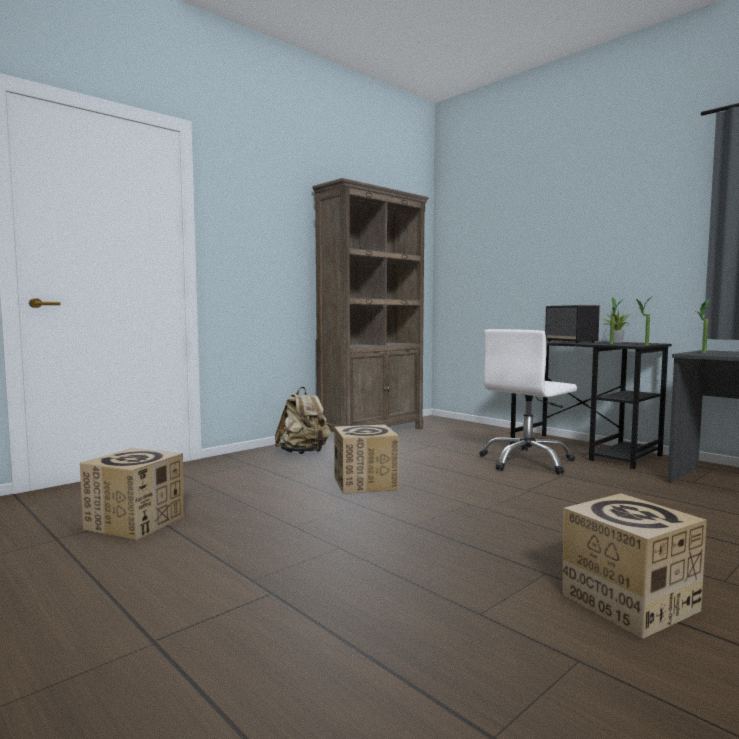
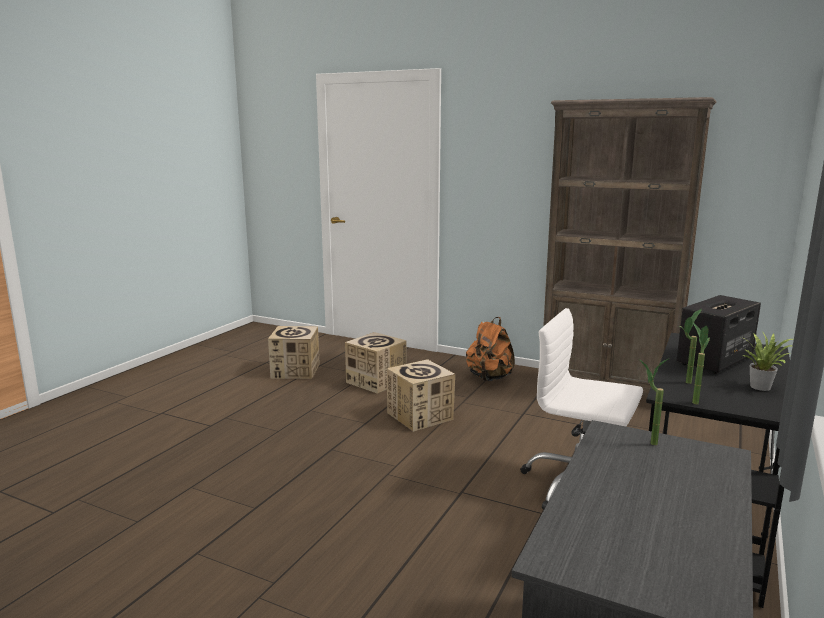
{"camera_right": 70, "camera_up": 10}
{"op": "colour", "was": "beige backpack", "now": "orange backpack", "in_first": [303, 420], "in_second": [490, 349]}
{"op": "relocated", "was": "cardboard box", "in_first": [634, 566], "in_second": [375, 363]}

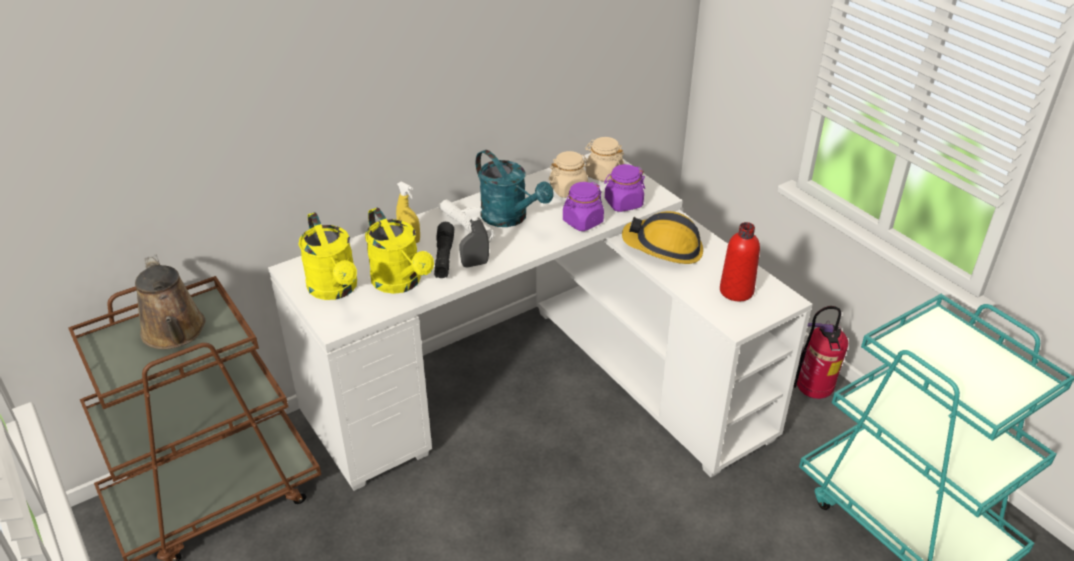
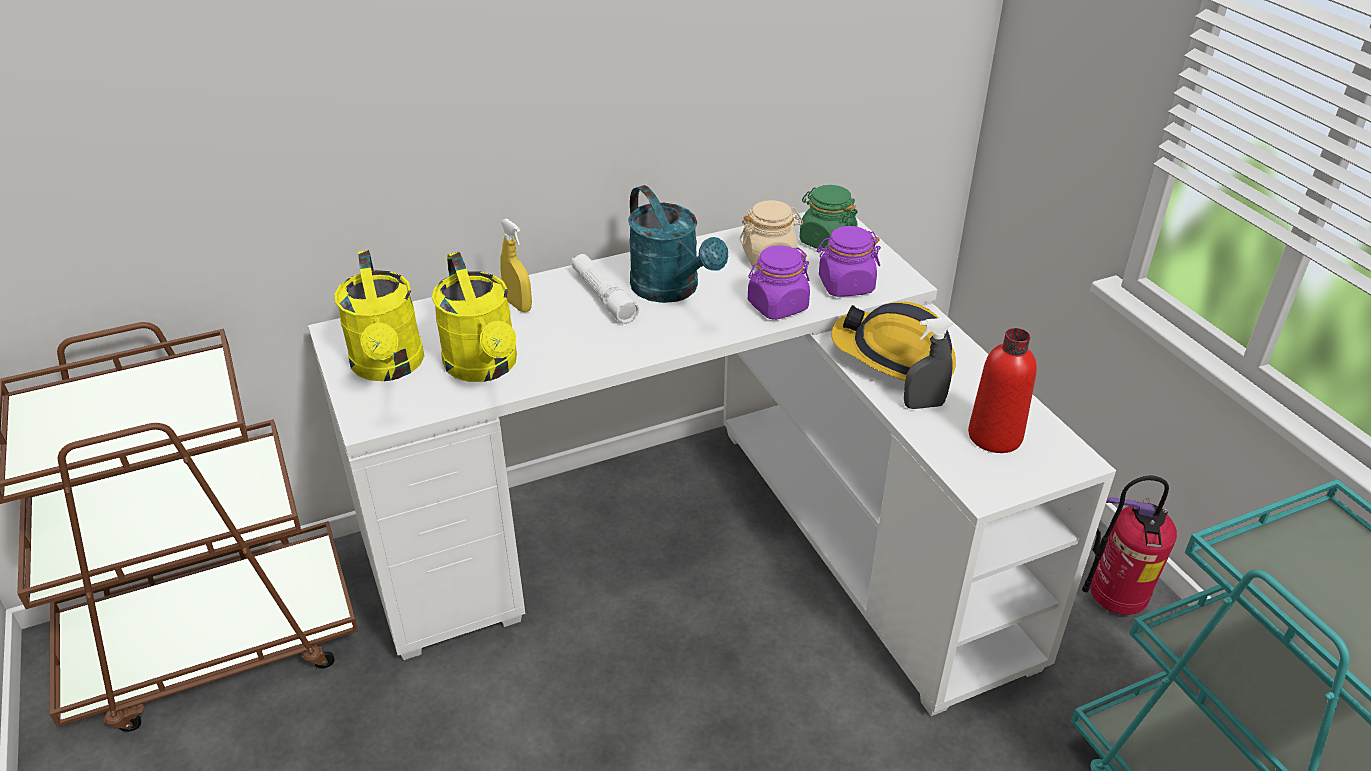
{"camera_right": 10, "camera_up": 0}
{"op": "missing", "was": "brown watering can", "in_first": [170, 302]}
{"op": "missing", "was": "black flashlight", "in_first": [444, 250]}
{"op": "relocated", "was": "grey spray bottle", "in_first": [474, 237], "in_second": [928, 363]}
{"op": "colour", "was": "beige jar", "now": "green jar", "in_first": [604, 159], "in_second": [829, 218]}

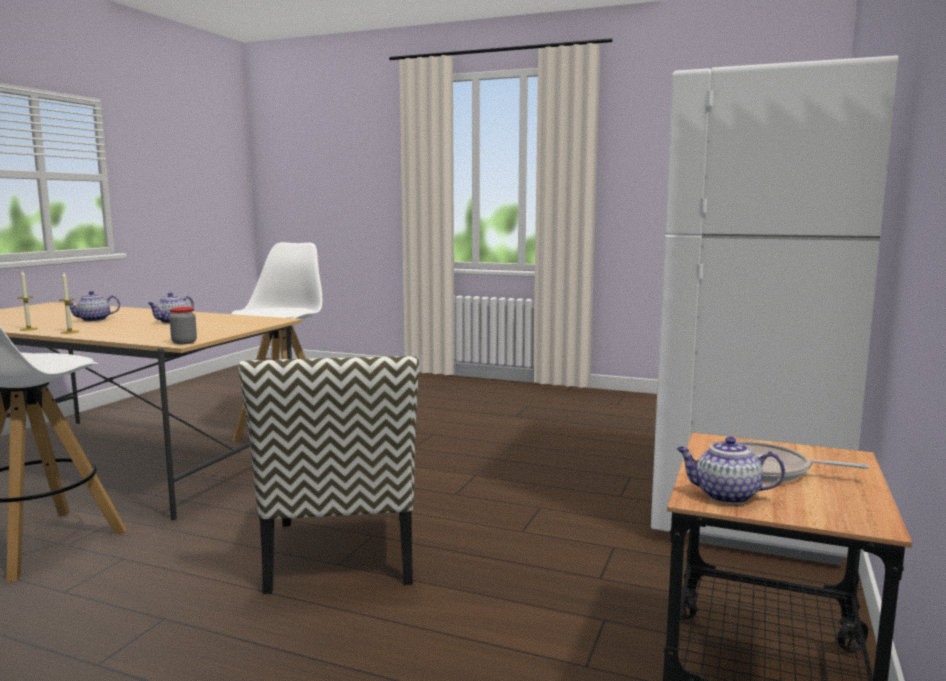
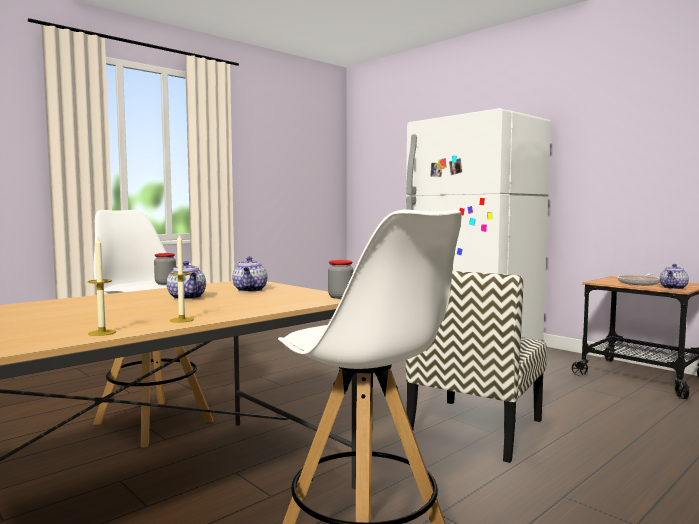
{"camera_right": -65, "camera_up": -5}
{"op": "relocated", "was": "teapot", "in_first": [94, 306], "in_second": [250, 274]}
{"op": "spun", "was": "chair", "in_first": [328, 475], "in_second": [476, 367], "clockwise": 105}
{"op": "appeared", "now": "jar", "in_second": [165, 269]}

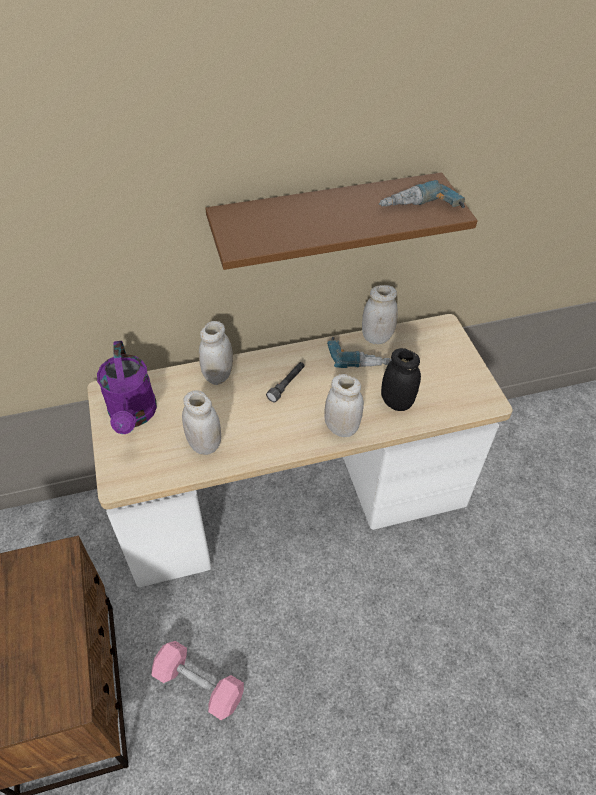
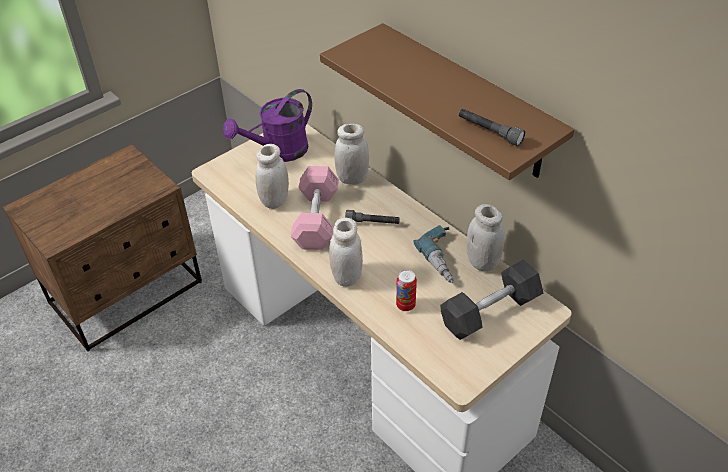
{"camera_right": 65, "camera_up": -5}
{"op": "relocated", "was": "pink dumbbell", "in_first": [197, 680], "in_second": [314, 208]}
{"op": "exchanged", "was": "power drill", "now": "grey flashlight", "in_first": [422, 194], "in_second": [492, 127]}
{"op": "exchanged", "was": "black jar", "now": "can", "in_first": [401, 379], "in_second": [406, 290]}
{"op": "appeared", "now": "grey dumbbell", "in_second": [491, 299]}

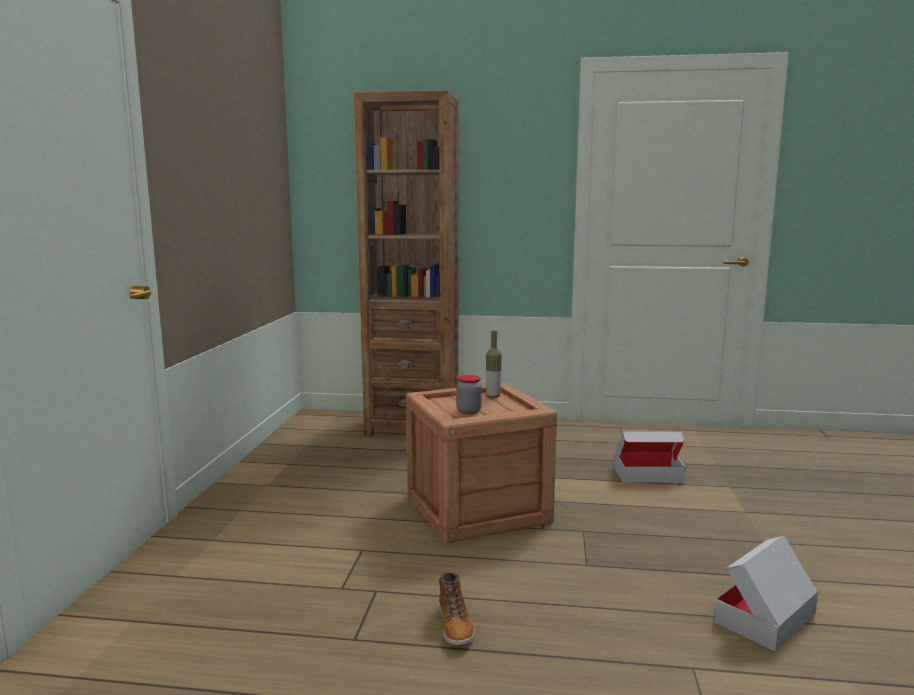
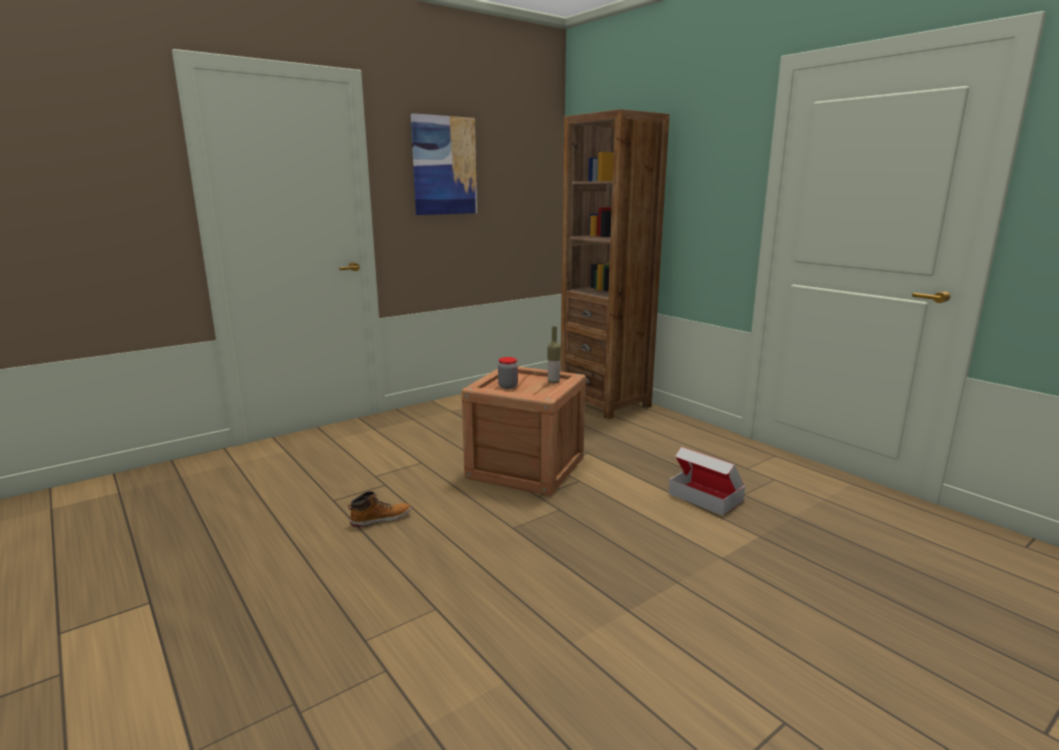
{"camera_right": 45, "camera_up": 5}
{"op": "spun", "was": "boot", "in_first": [457, 608], "in_second": [379, 509], "clockwise": -150}
{"op": "missing", "was": "cardboard box", "in_first": [766, 594]}
{"op": "appeared", "now": "picture", "in_second": [444, 164]}

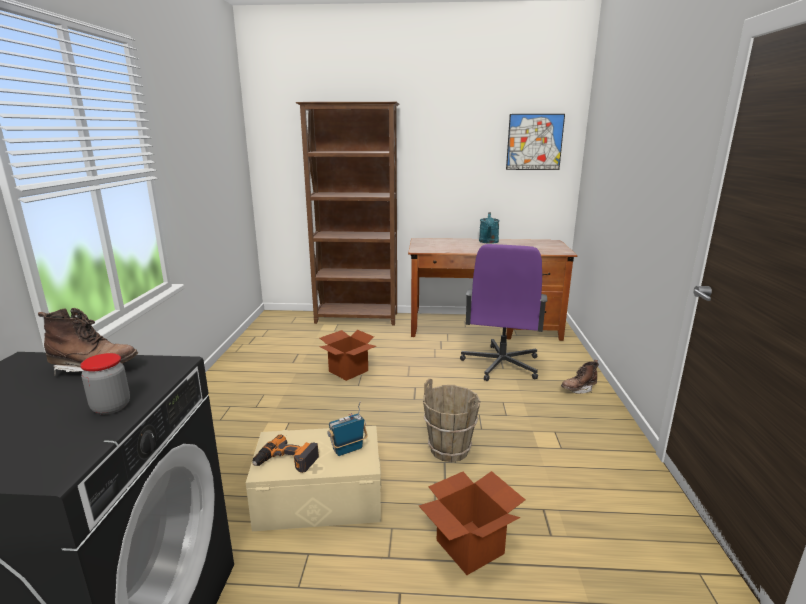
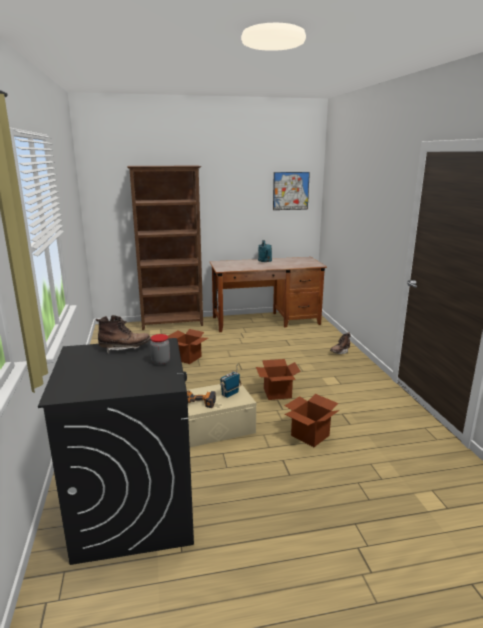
{"camera_right": -15, "camera_up": 0}
{"op": "exchanged", "was": "brown bucket", "now": "cardboard box", "in_first": [452, 420], "in_second": [278, 379]}
{"op": "missing", "was": "purple office chair", "in_first": [503, 312]}

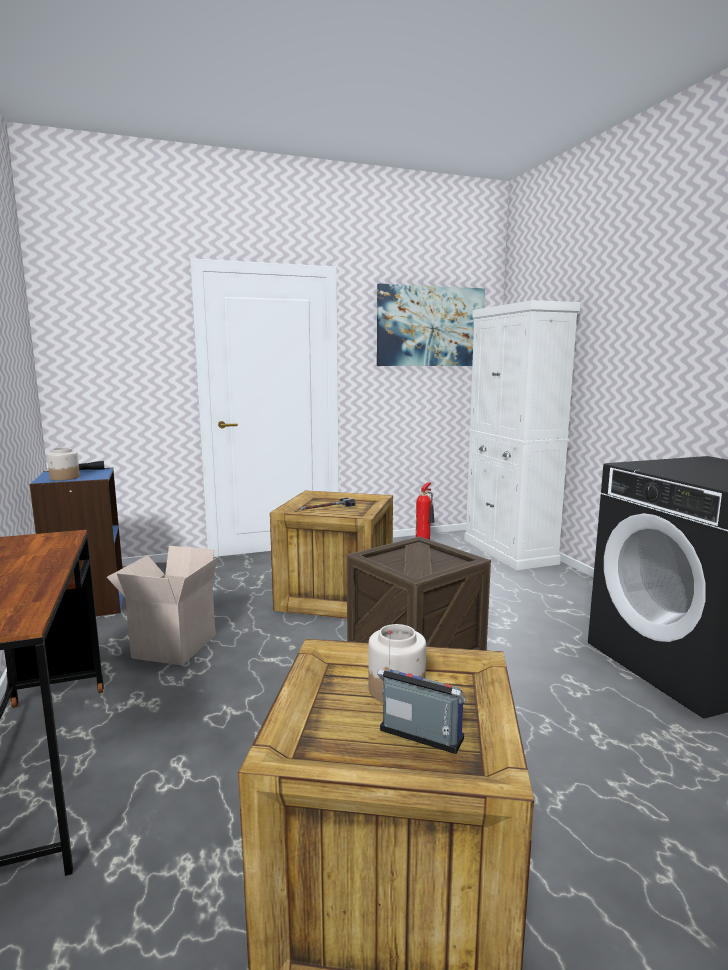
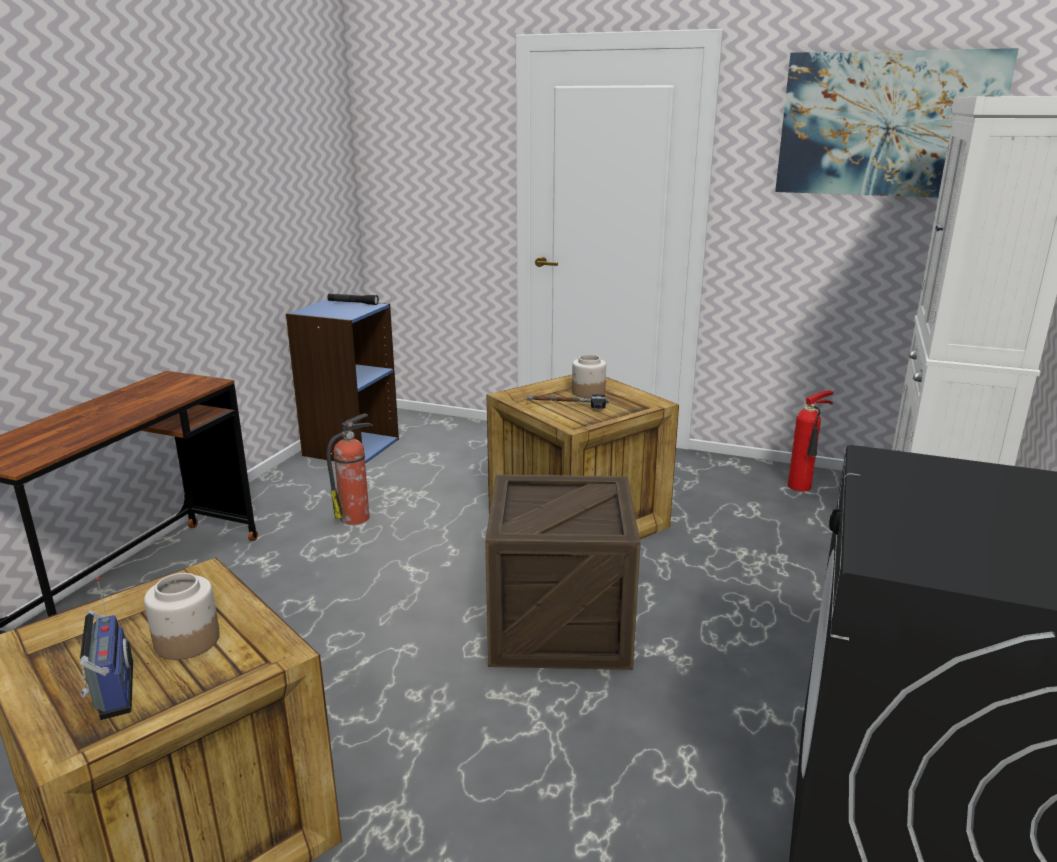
{"camera_right": 40, "camera_up": 10}
{"op": "relocated", "was": "jar", "in_first": [63, 464], "in_second": [589, 376]}
{"op": "exchanged", "was": "cardboard box", "now": "fire extinguisher", "in_first": [163, 606], "in_second": [350, 469]}

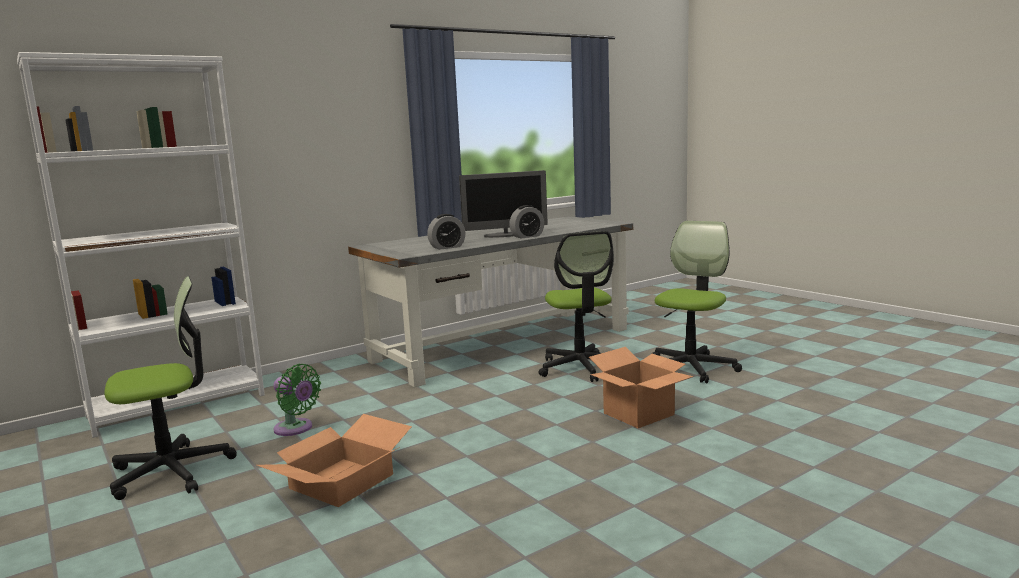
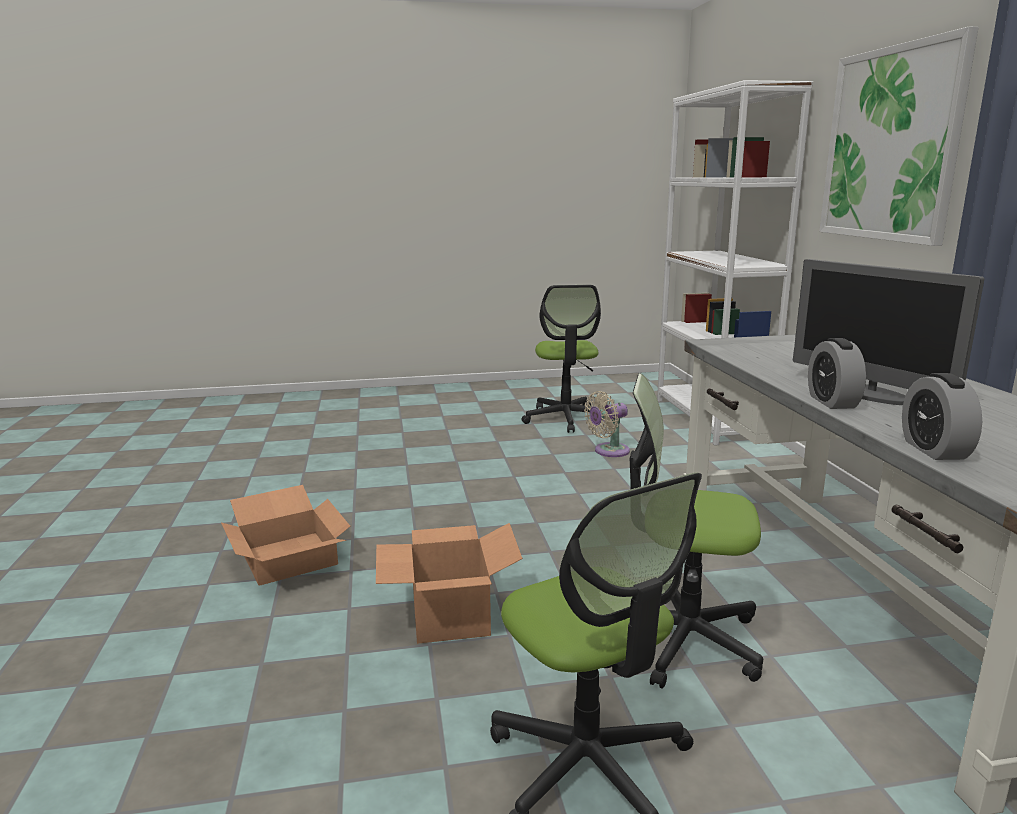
{"camera_right": 115, "camera_up": 5}
{"op": "relocated", "was": "cardboard box", "in_first": [334, 460], "in_second": [285, 535]}
{"op": "colour", "was": "green fan", "now": "beige fan", "in_first": [297, 400], "in_second": [607, 424]}
{"op": "relocated", "was": "alarm clock", "in_first": [446, 232], "in_second": [942, 416]}
{"op": "spun", "was": "monitor", "in_first": [503, 204], "in_second": [888, 332], "clockwise": -45}
{"op": "appeared", "now": "picture", "in_second": [899, 136]}

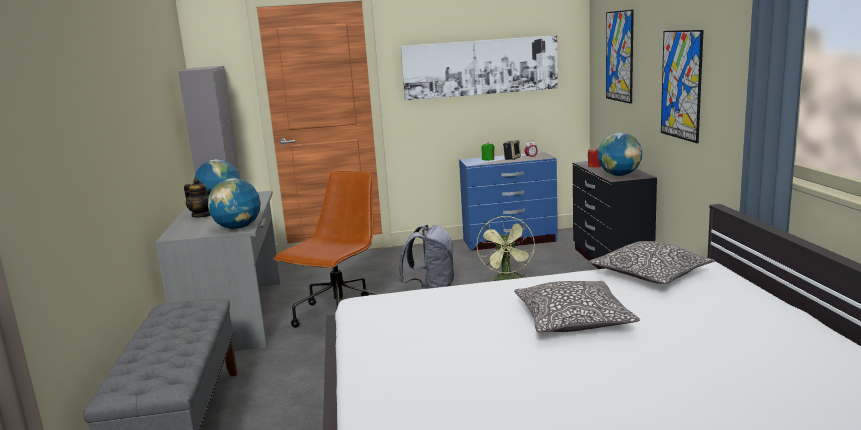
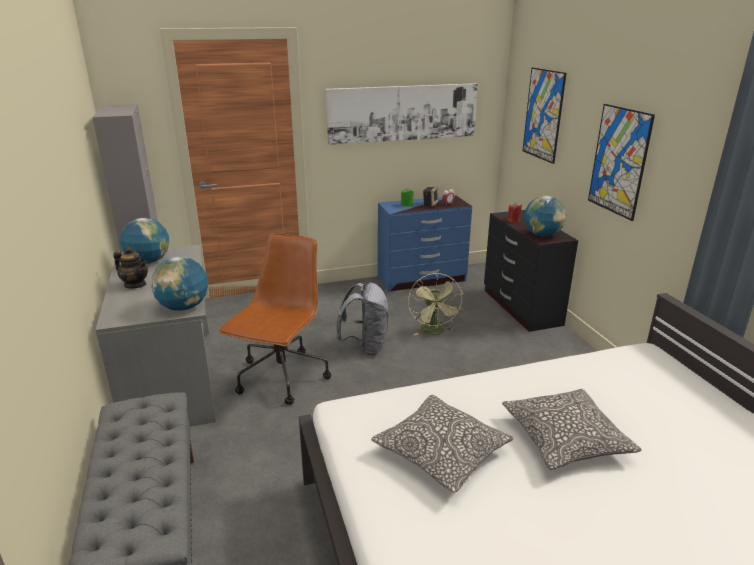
{"camera_right": -10, "camera_up": 10}
{"op": "relocated", "was": "pillow", "in_first": [652, 262], "in_second": [442, 444]}

